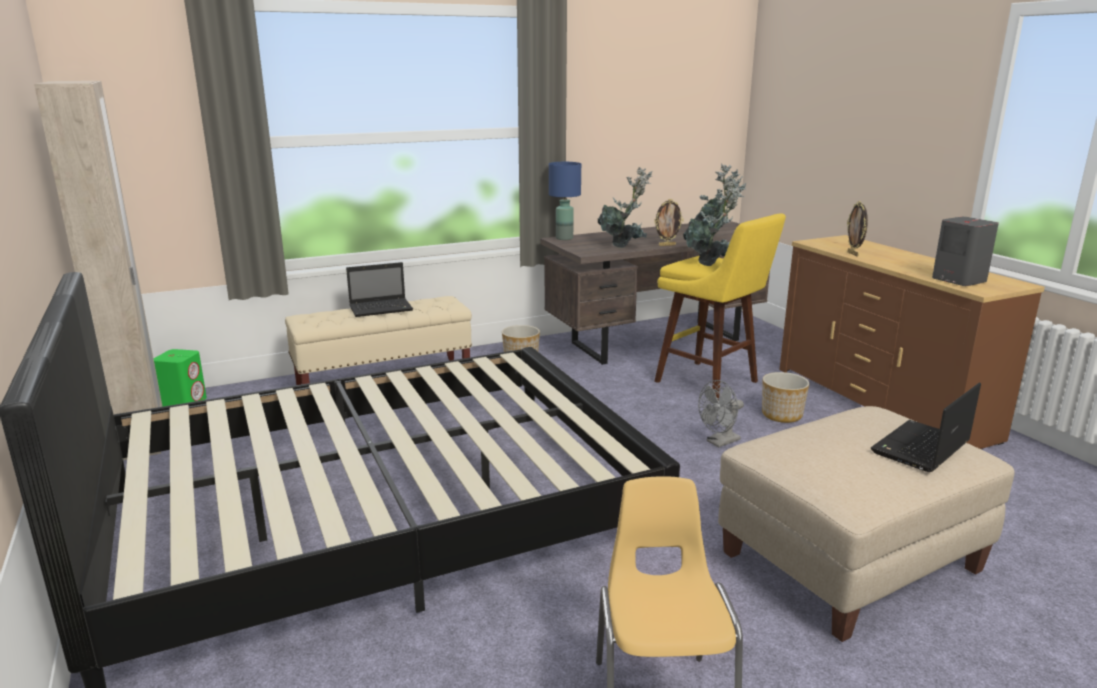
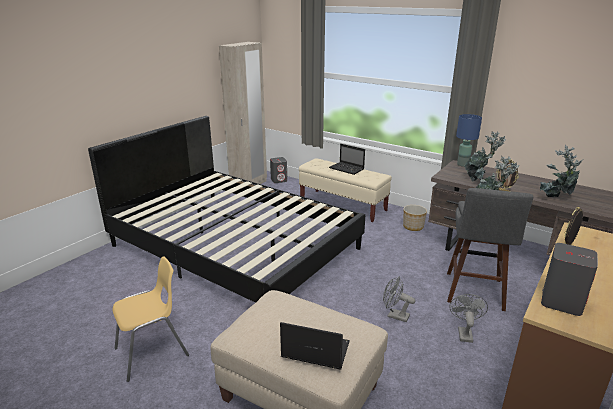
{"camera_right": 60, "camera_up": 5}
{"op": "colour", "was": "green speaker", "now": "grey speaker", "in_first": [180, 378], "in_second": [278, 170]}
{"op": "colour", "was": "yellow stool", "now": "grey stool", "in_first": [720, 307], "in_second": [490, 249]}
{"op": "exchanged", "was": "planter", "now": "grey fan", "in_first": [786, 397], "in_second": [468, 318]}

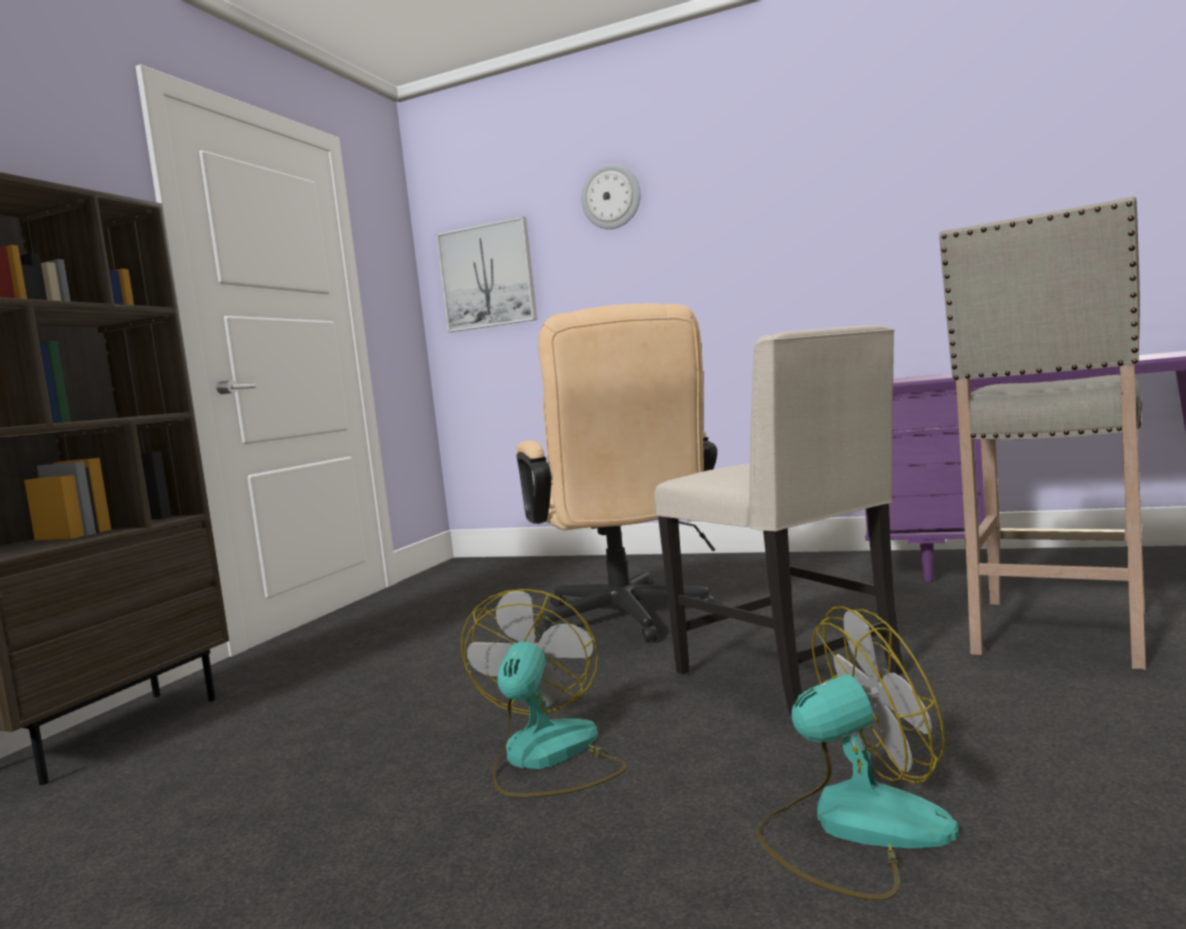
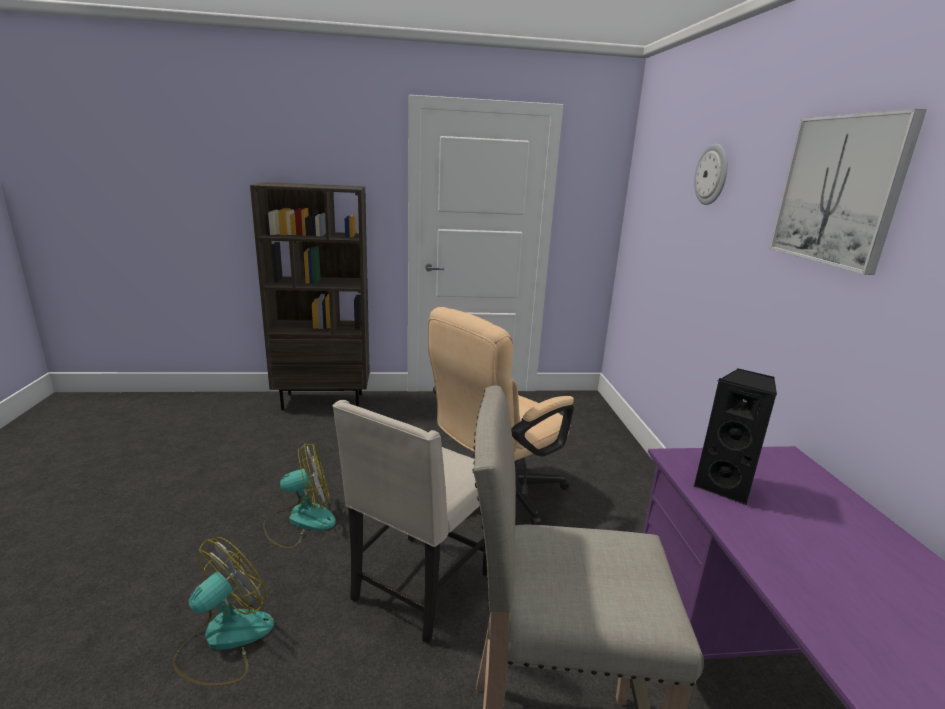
{"camera_right": 60, "camera_up": 15}
{"op": "relocated", "was": "picture", "in_first": [486, 274], "in_second": [848, 192]}
{"op": "spun", "was": "fan", "in_first": [857, 753], "in_second": [223, 611], "clockwise": -105}
{"op": "appeared", "now": "black speaker", "in_second": [735, 436]}

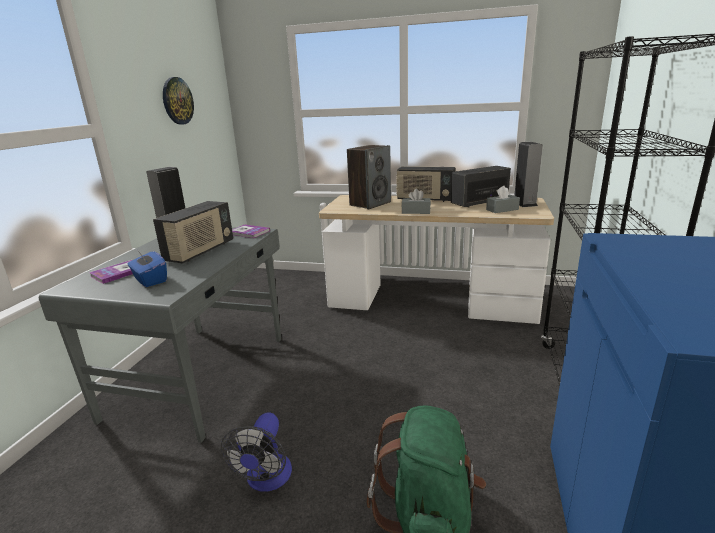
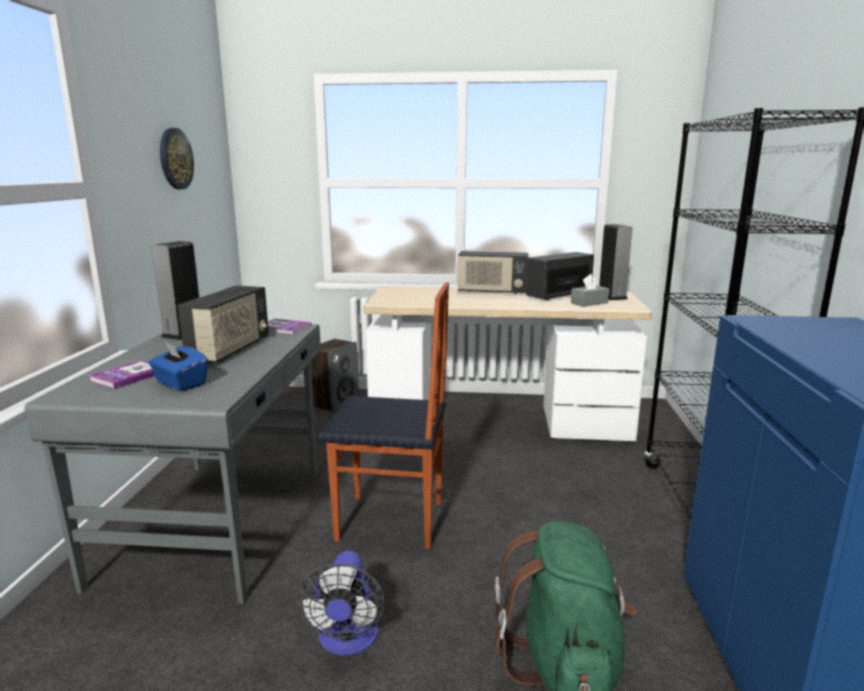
{"camera_right": -10, "camera_up": -5}
{"op": "relocated", "was": "speaker", "in_first": [369, 177], "in_second": [335, 376]}
{"op": "missing", "was": "grey tissue box", "in_first": [416, 201]}
{"op": "appeared", "now": "chair", "in_second": [383, 416]}

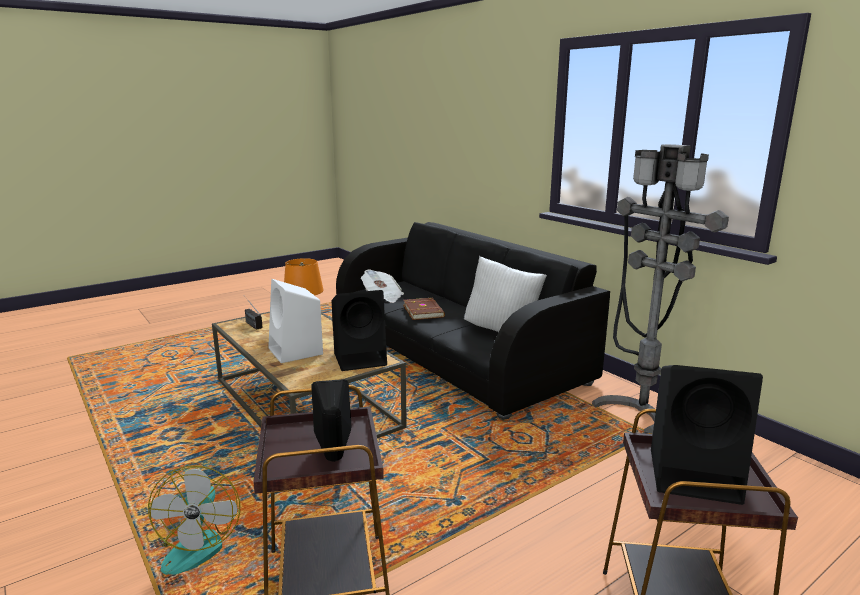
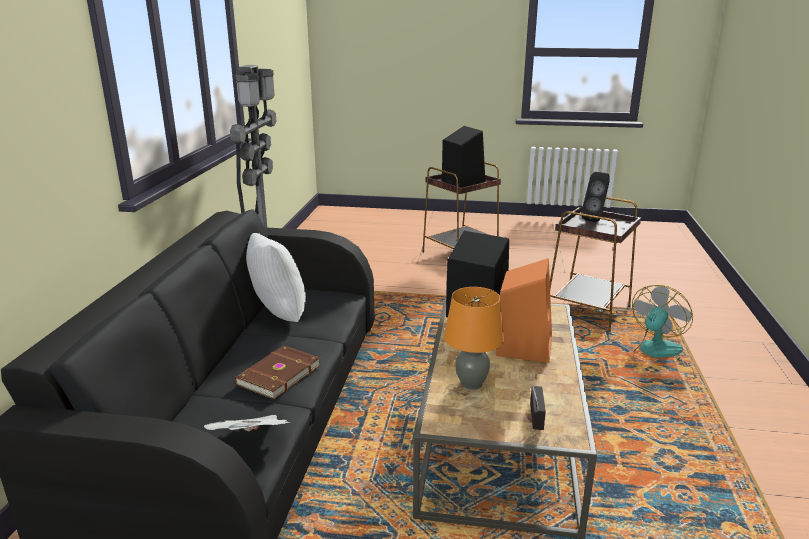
{"camera_right": -135, "camera_up": 5}
{"op": "colour", "was": "white speaker", "now": "orange speaker", "in_first": [295, 321], "in_second": [524, 310]}

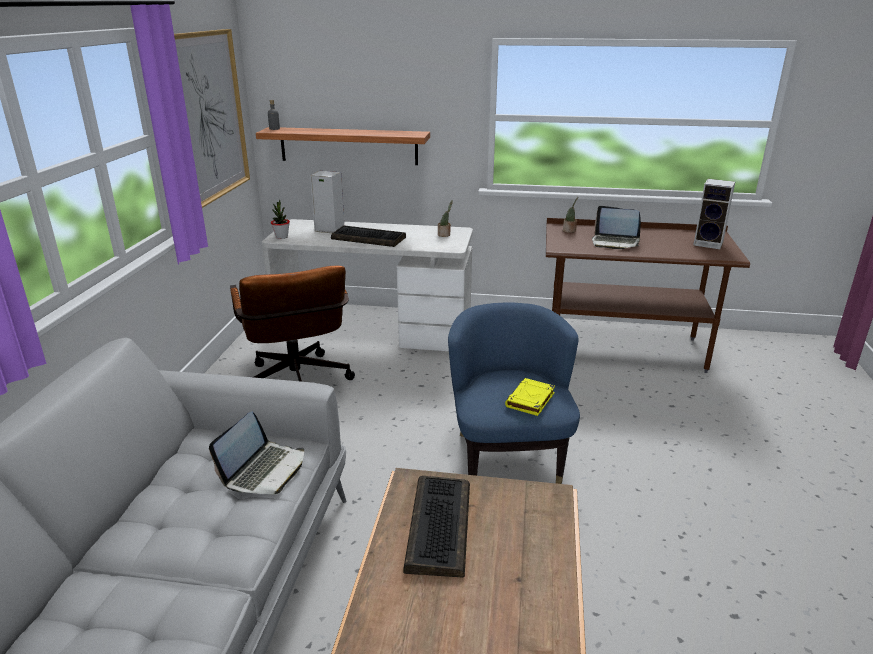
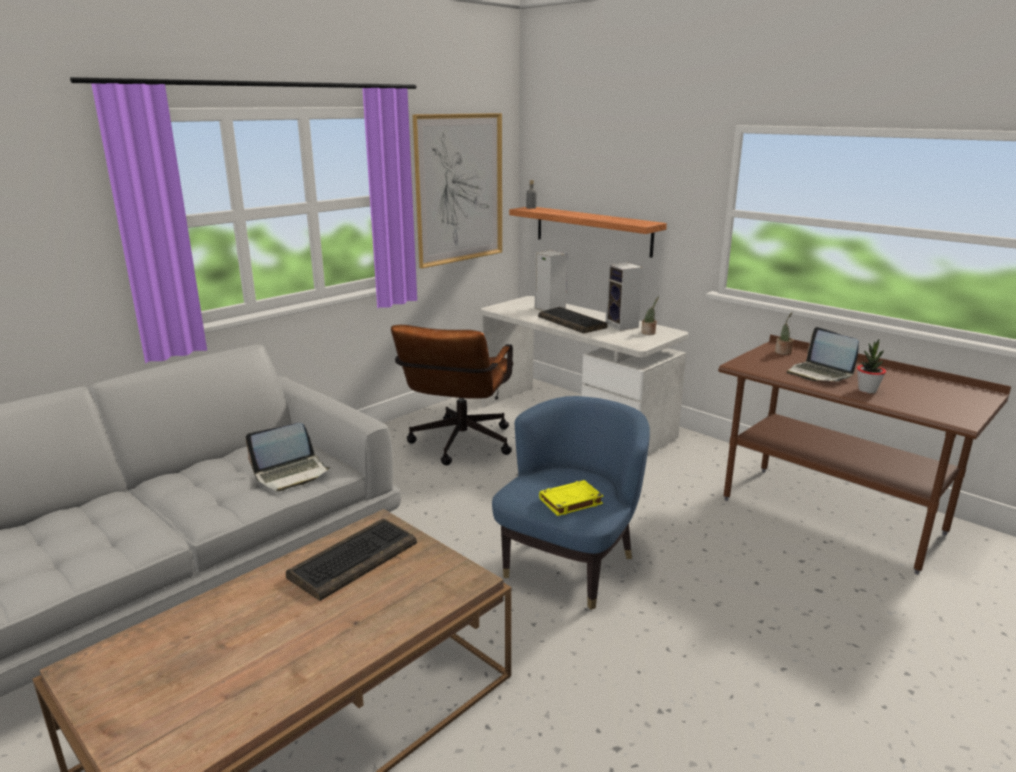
{"camera_right": 35, "camera_up": -5}
{"op": "relocated", "was": "potted plant", "in_first": [280, 219], "in_second": [871, 366]}
{"op": "relocated", "was": "speaker", "in_first": [714, 214], "in_second": [624, 296]}

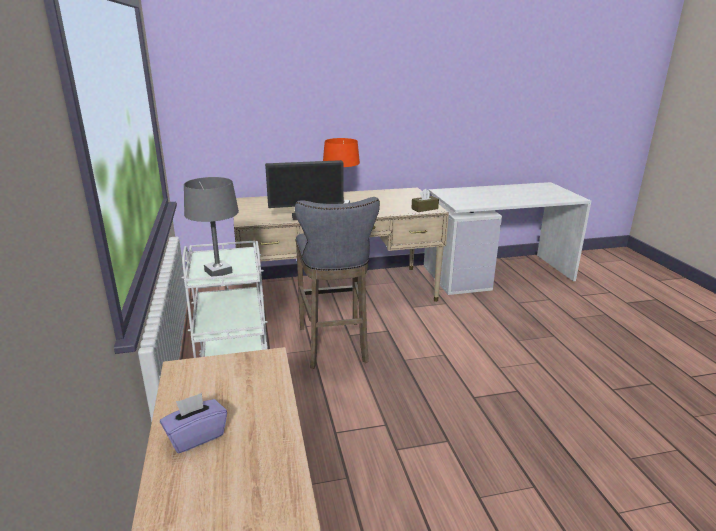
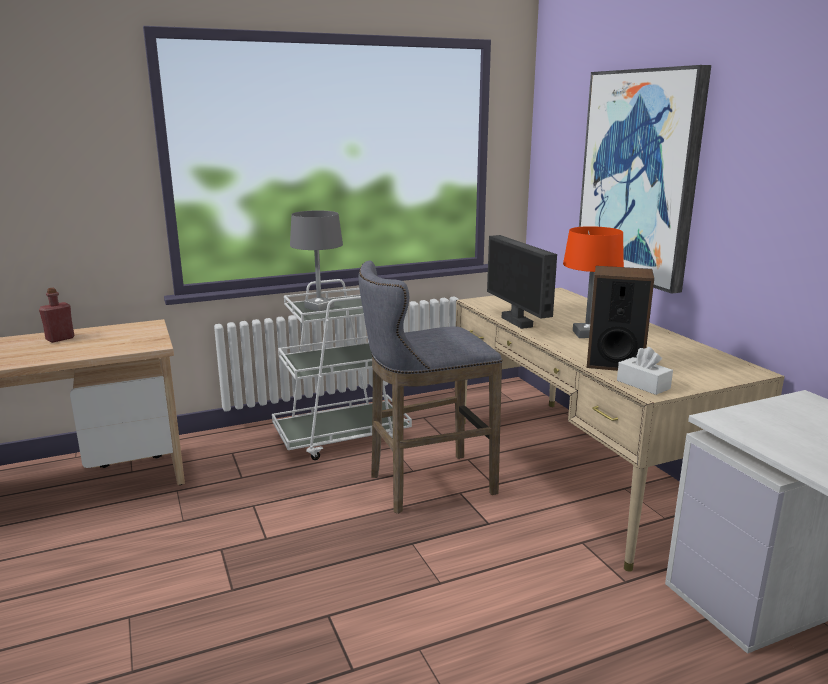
{"camera_right": 80, "camera_up": -5}
{"op": "exchanged", "was": "purple tissue box", "now": "red bottle", "in_first": [193, 423], "in_second": [56, 315]}
{"op": "colour", "was": "brown tissue box", "now": "white tissue box", "in_first": [425, 200], "in_second": [645, 371]}
{"op": "appeared", "now": "picture", "in_second": [645, 179]}
{"op": "appeared", "now": "speaker", "in_second": [620, 318]}

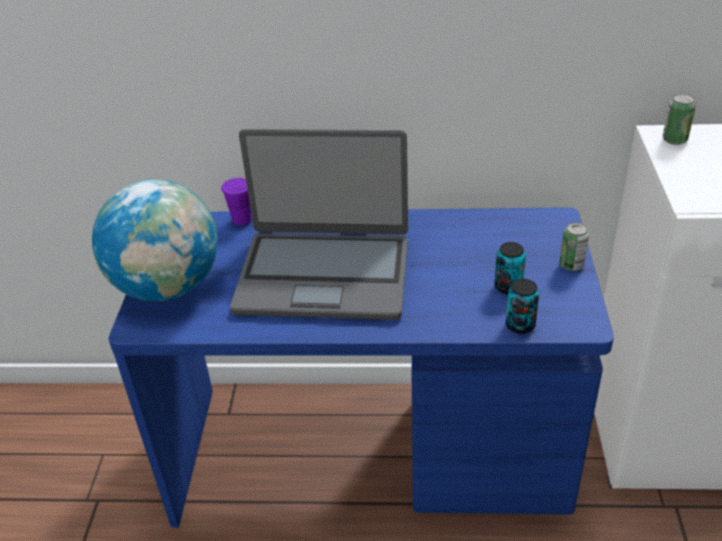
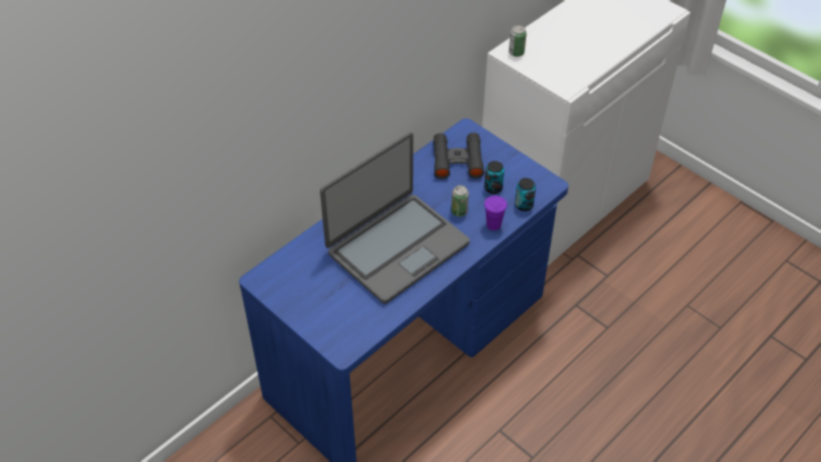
{"camera_right": -50, "camera_up": 10}
{"op": "missing", "was": "globe", "in_first": [155, 240]}
{"op": "relocated", "was": "purple cup", "in_first": [236, 202], "in_second": [495, 213]}
{"op": "relocated", "was": "can", "in_first": [574, 246], "in_second": [460, 201]}
{"op": "appeared", "now": "black binoculars", "in_second": [458, 156]}

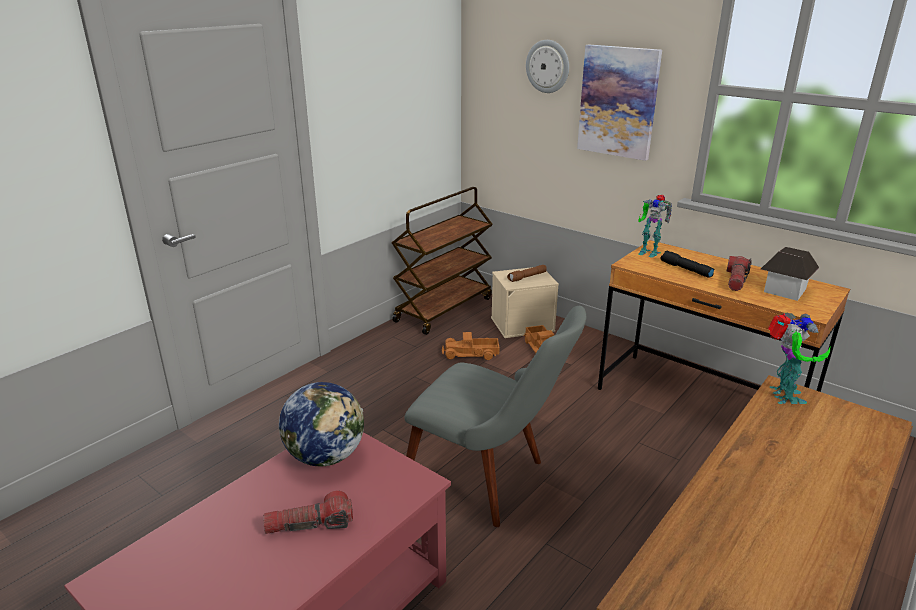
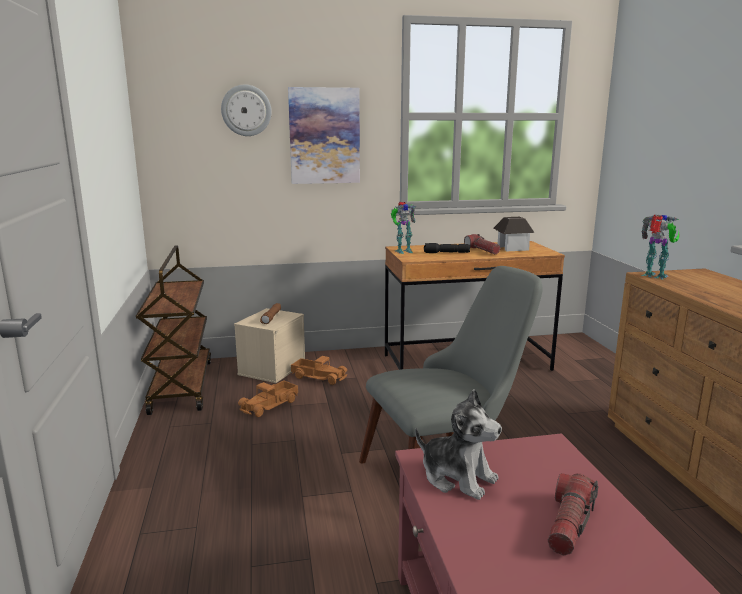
{"camera_right": -50, "camera_up": -10}
{"op": "exchanged", "was": "globe", "now": "plush toy", "in_first": [321, 424], "in_second": [458, 444]}

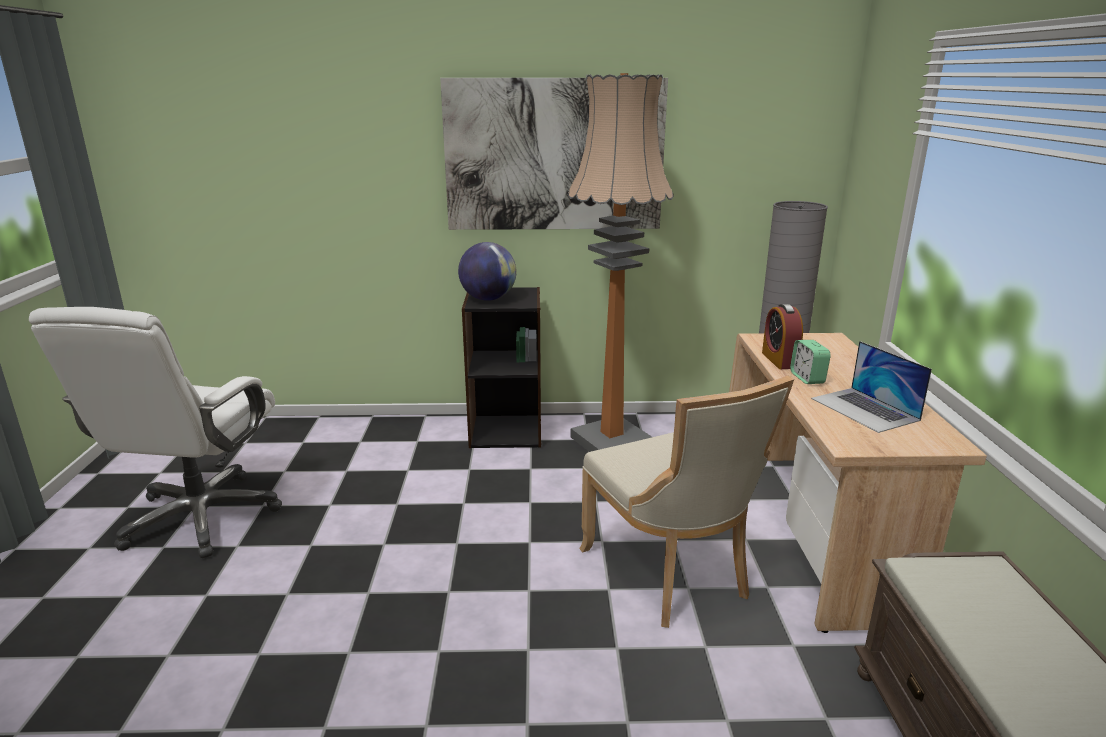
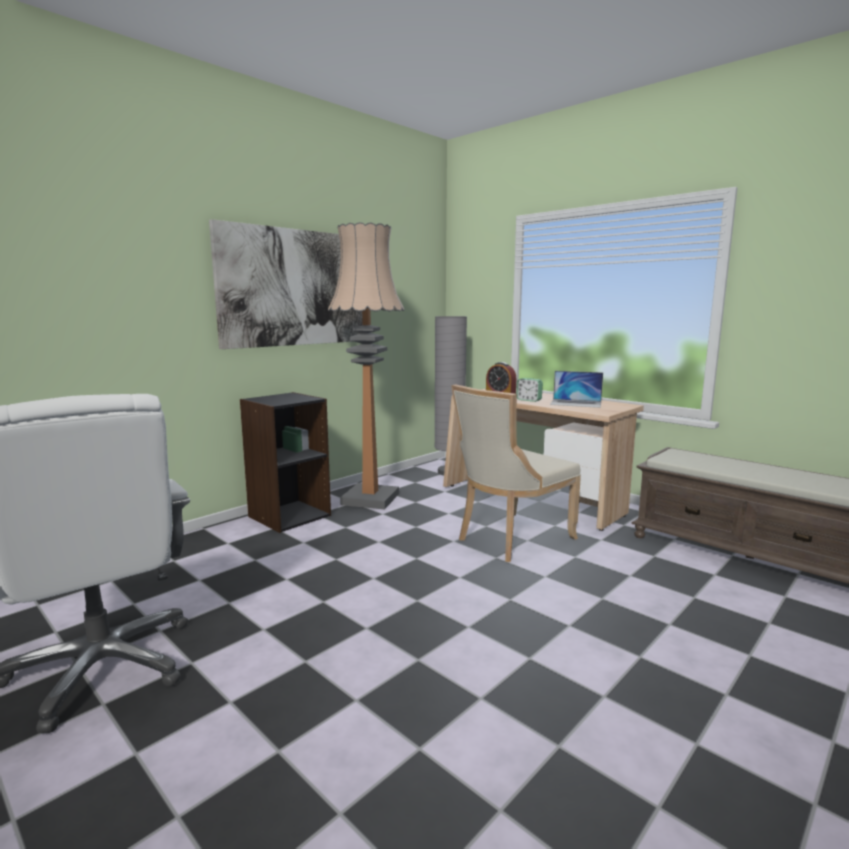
{"camera_right": -45, "camera_up": -10}
{"op": "missing", "was": "globe", "in_first": [487, 271]}
{"op": "spun", "was": "beige chair", "in_first": [686, 501], "in_second": [516, 473], "clockwise": 120}

